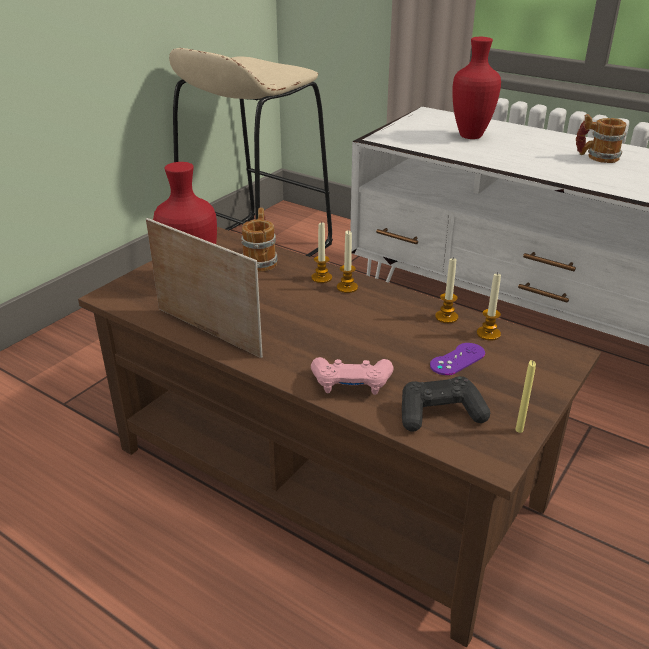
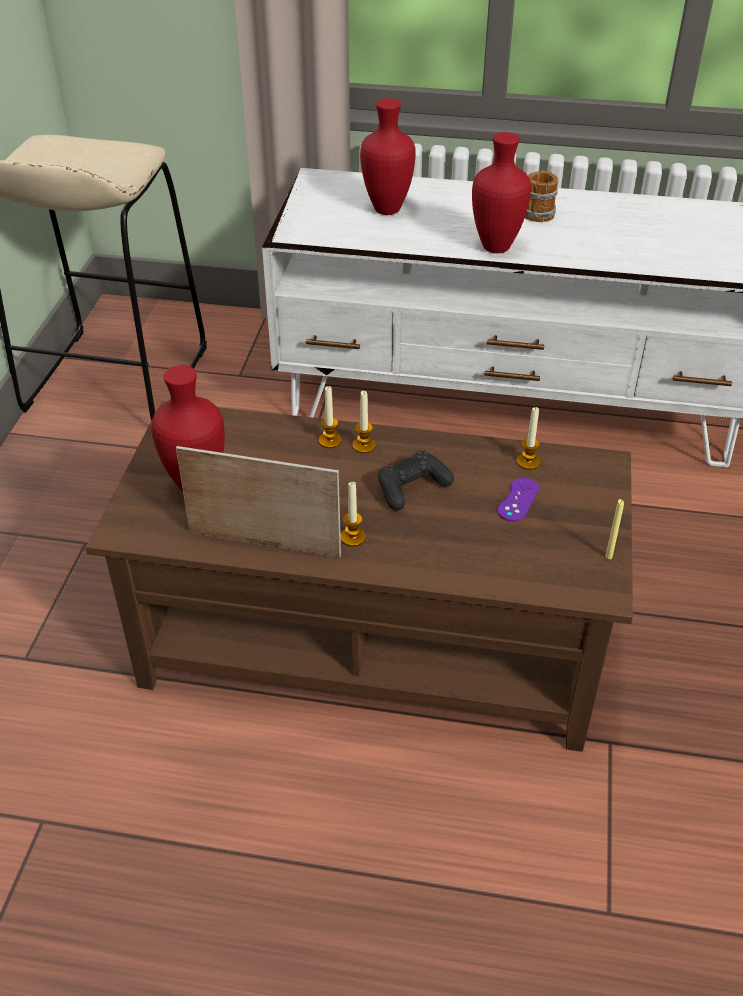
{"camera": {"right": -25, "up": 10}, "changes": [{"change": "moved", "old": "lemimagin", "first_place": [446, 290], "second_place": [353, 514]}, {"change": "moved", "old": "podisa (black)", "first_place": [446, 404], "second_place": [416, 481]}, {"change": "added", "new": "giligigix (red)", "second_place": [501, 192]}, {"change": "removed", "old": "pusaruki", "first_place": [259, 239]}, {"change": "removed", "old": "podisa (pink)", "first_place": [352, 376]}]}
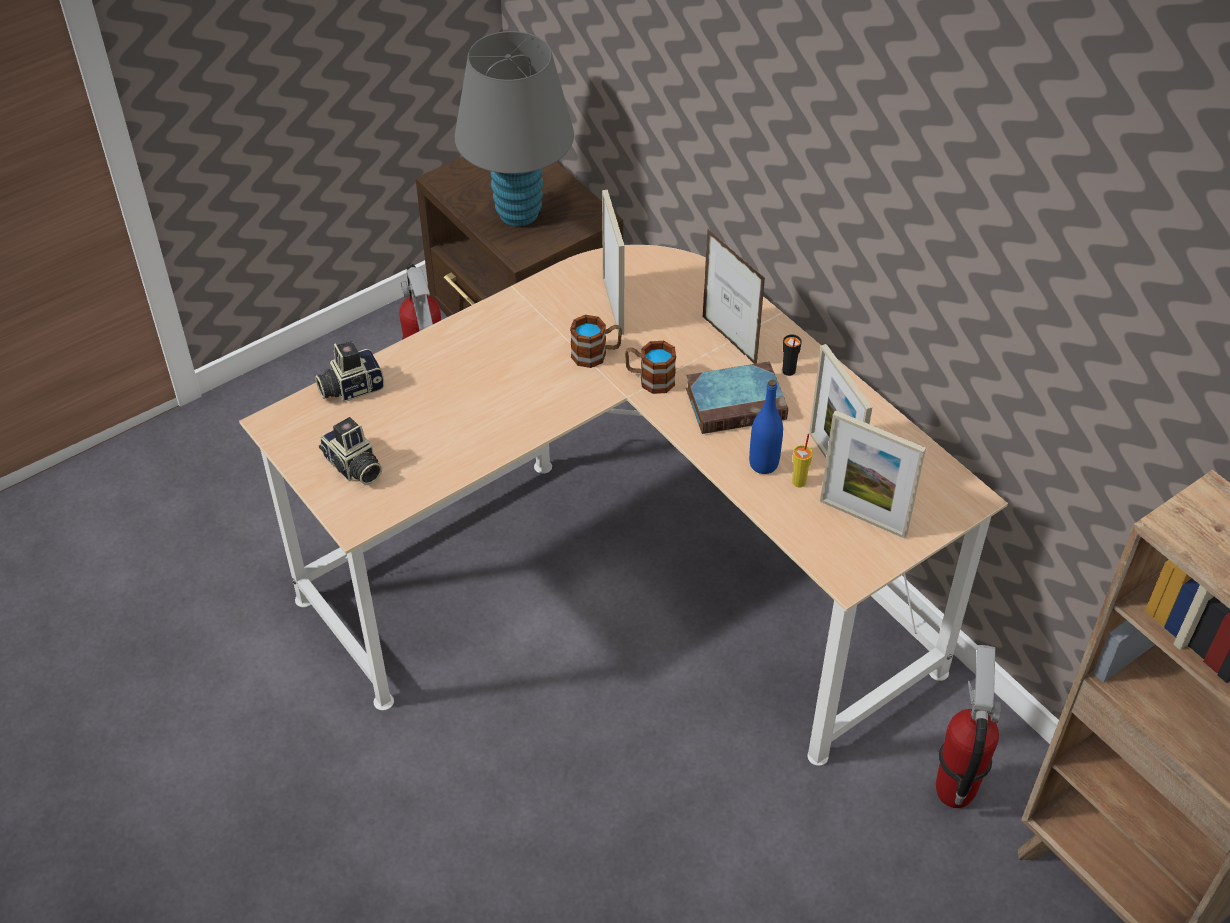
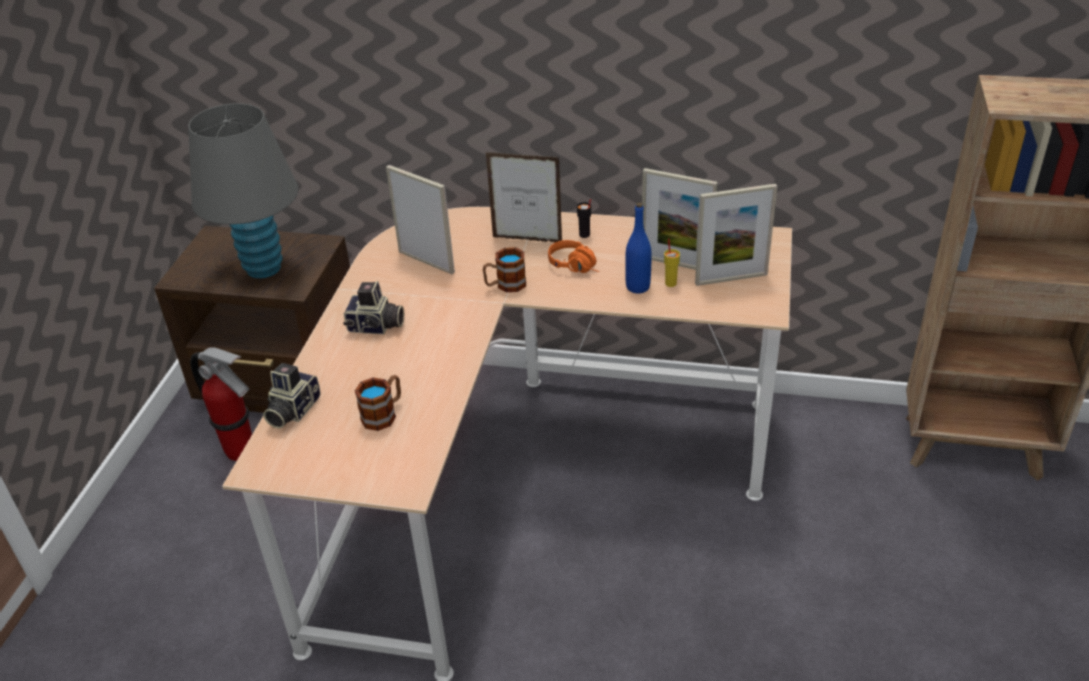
{"camera": {"right": -40, "up": -10}, "changes": [{"change": "moved", "old": "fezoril", "first_place": [350, 451], "second_place": [373, 307]}, {"change": "moved", "old": "pusaruki", "first_place": [596, 341], "second_place": [378, 403]}, {"change": "replaced", "old": "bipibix", "new": "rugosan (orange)", "first_place": [737, 397], "second_place": [573, 256]}, {"change": "removed", "old": "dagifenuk", "first_place": [968, 726]}]}
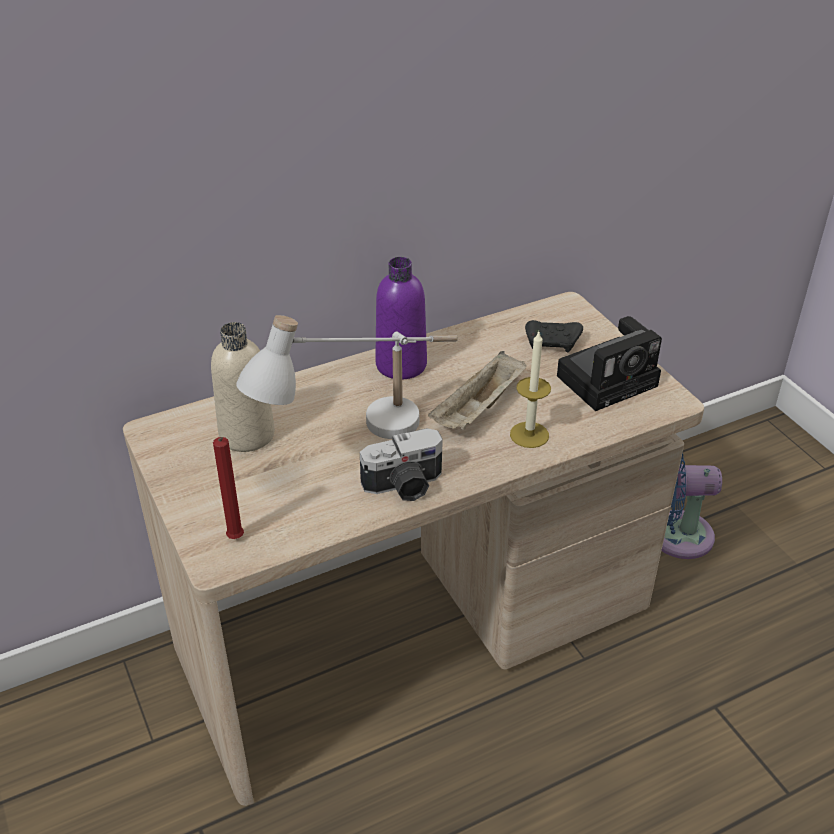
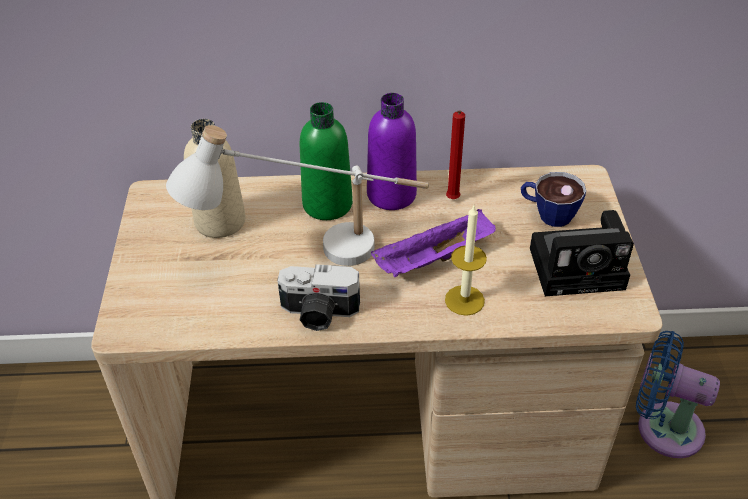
{"camera": {"right": 25, "up": 5}, "changes": [{"change": "added", "new": "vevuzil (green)", "second_place": [326, 161]}, {"change": "recoloured", "old": "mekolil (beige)", "new": "mekolil (purple)", "first_place": [477, 390], "second_place": [433, 243]}, {"change": "moved", "old": "lemimagin (red)", "first_place": [228, 488], "second_place": [455, 154]}, {"change": "replaced", "old": "podisa (black)", "new": "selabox", "first_place": [554, 336], "second_place": [553, 199]}]}
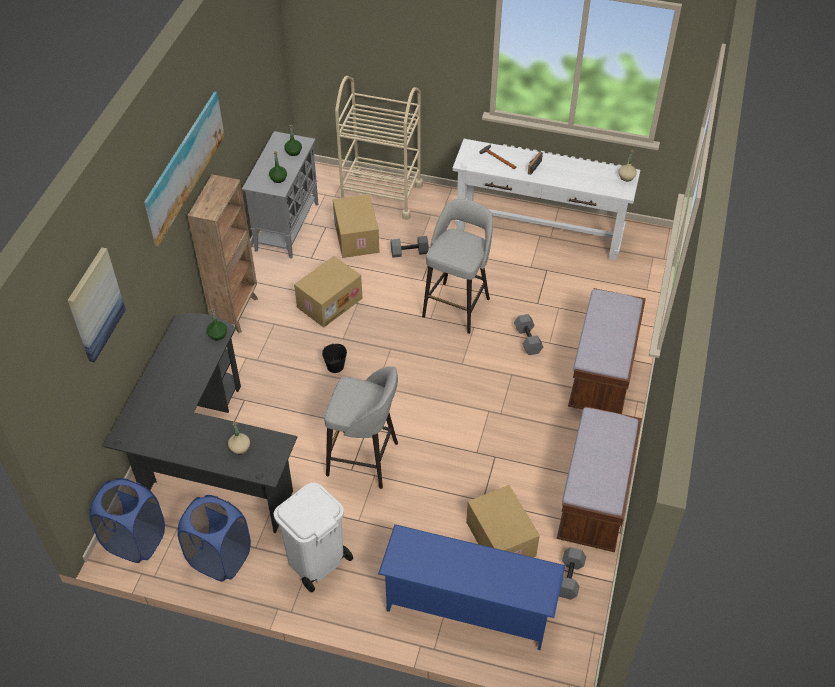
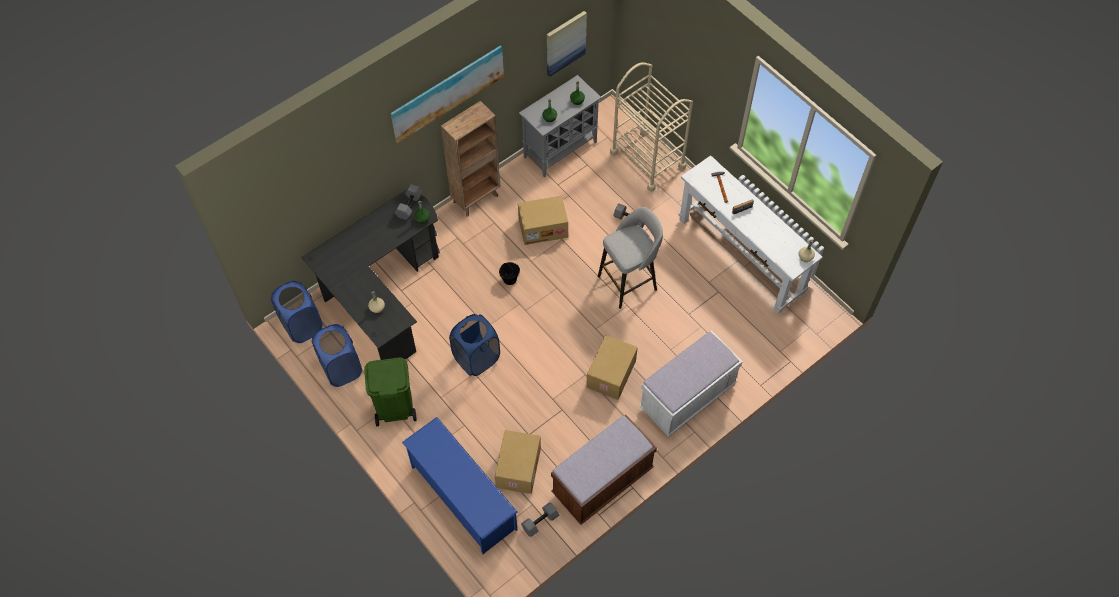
{"camera": {"right": 35, "up": 10}, "changes": [{"change": "recoloured", "old": "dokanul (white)", "new": "dokanul (green)", "first_place": [313, 537], "second_place": [390, 391]}, {"change": "moved", "old": "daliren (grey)", "first_place": [528, 334], "second_place": [408, 202]}, {"change": "replaced", "old": "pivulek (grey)", "new": "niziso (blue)", "first_place": [361, 427], "second_place": [474, 345]}, {"change": "moved", "old": "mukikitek", "first_place": [96, 304], "second_place": [567, 44]}, {"change": "moved", "old": "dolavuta", "first_place": [356, 226], "second_place": [612, 367]}, {"change": "recoloured", "old": "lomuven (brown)", "new": "lomuven (white)", "first_place": [607, 351], "second_place": [691, 384]}]}
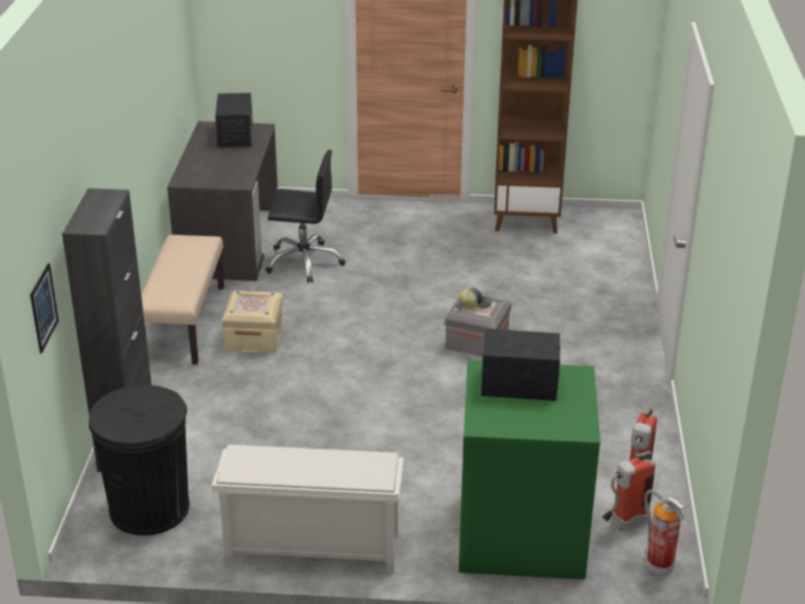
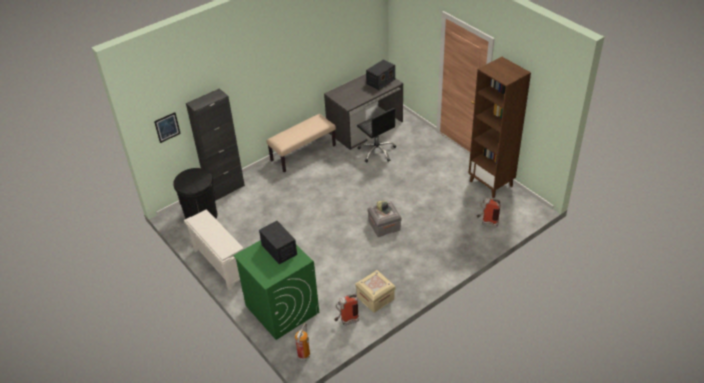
{"camera": {"right": 50, "up": 10}, "changes": [{"change": "moved", "old": "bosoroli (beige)", "first_place": [252, 321], "second_place": [375, 291]}, {"change": "moved", "old": "dagifenuk", "first_place": [628, 491], "second_place": [489, 212]}]}
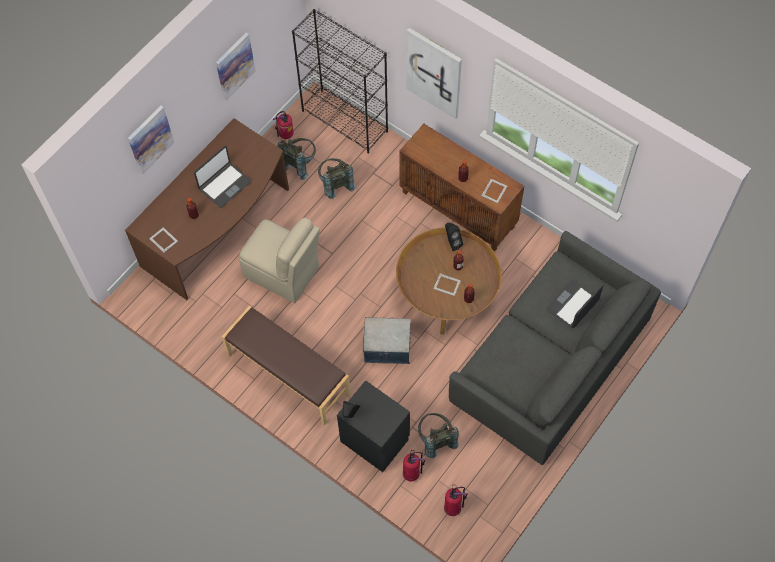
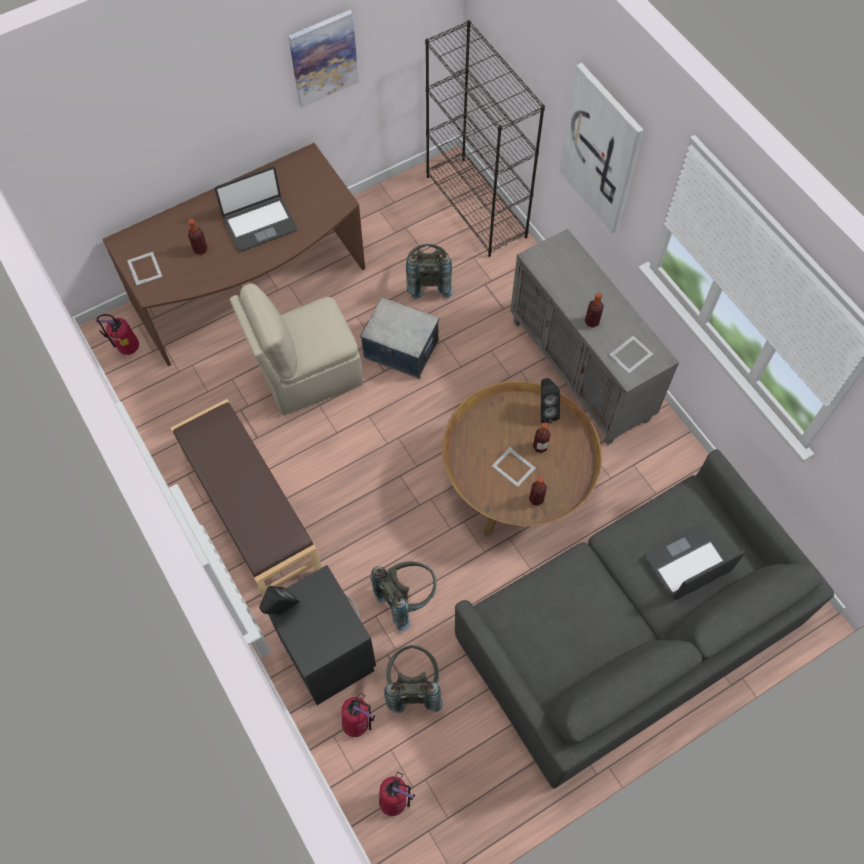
{"camera": {"right": 20, "up": 0}, "changes": [{"change": "moved", "old": "dagifenuk", "first_place": [283, 125], "second_place": [117, 334]}, {"change": "turned", "old": "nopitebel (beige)", "first_place": [279, 260], "second_place": [296, 349], "degrees": 105}, {"change": "moved", "old": "bosoroli", "first_place": [387, 340], "second_place": [399, 337]}, {"change": "moved", "old": "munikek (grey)", "first_place": [296, 159], "second_place": [403, 596]}, {"change": "recoloured", "old": "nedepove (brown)", "new": "nedepove (grey)", "first_place": [461, 188], "second_place": [594, 337]}, {"change": "removed", "old": "mukikitek", "first_place": [151, 139]}]}
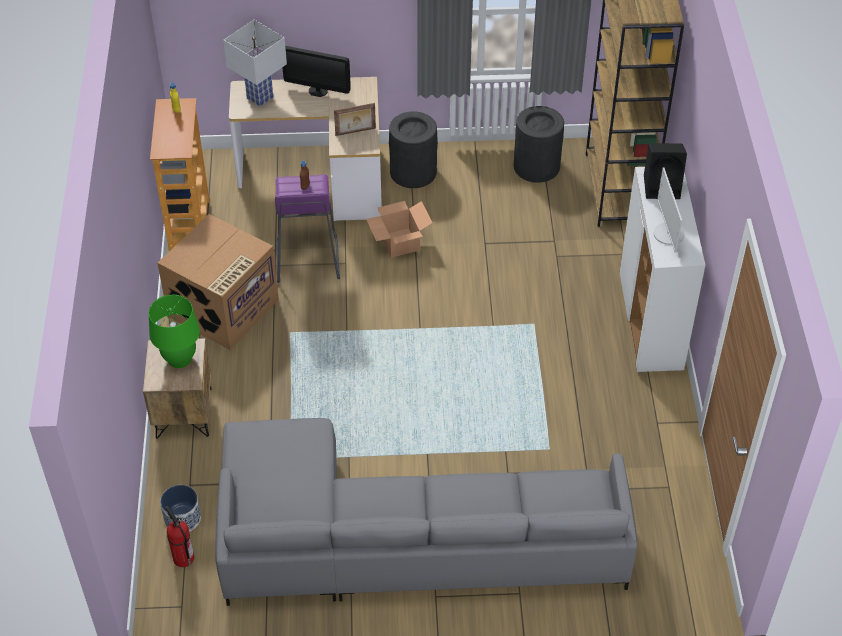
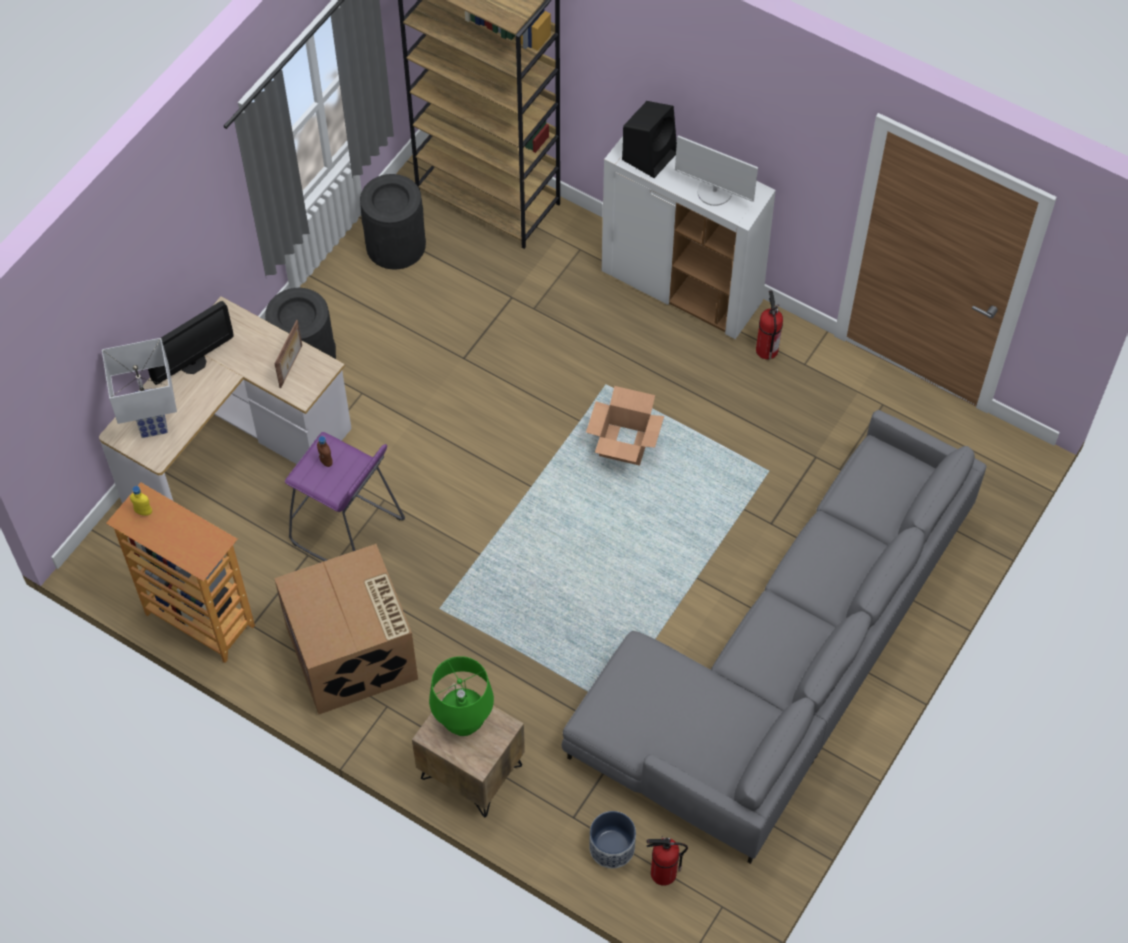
{"camera": {"right": -55, "up": 10}, "changes": [{"change": "moved", "old": "dolavuta", "first_place": [399, 229], "second_place": [625, 425]}, {"change": "added", "new": "dagifenuk", "second_place": [769, 325]}]}
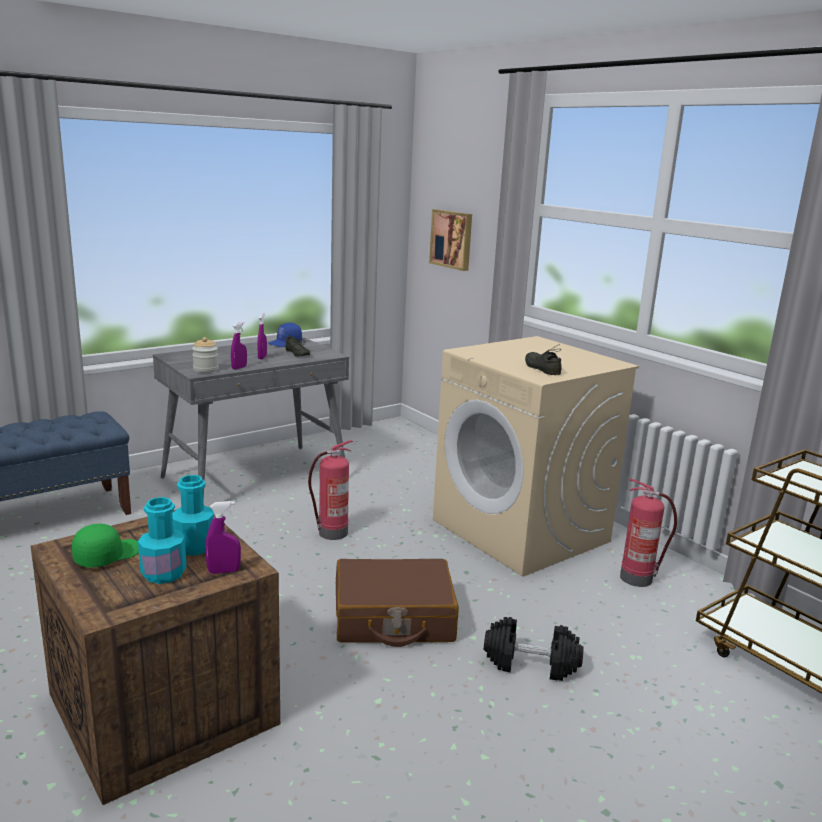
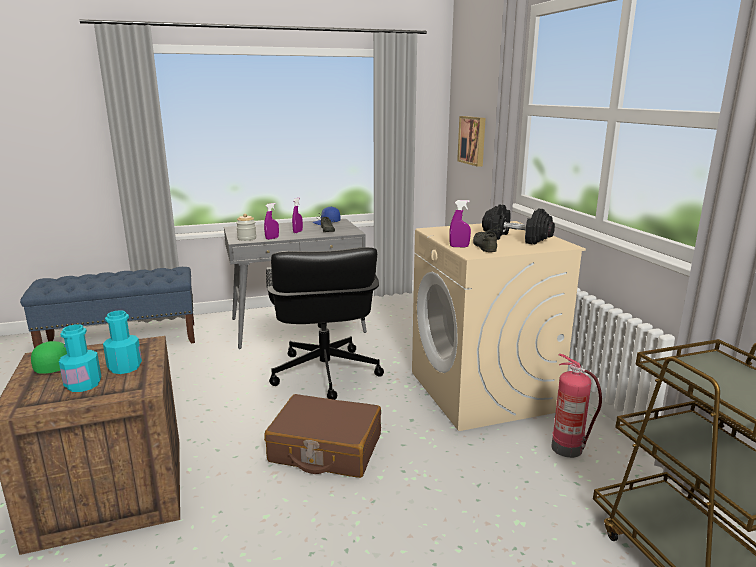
{"camera": {"right": 20, "up": 0}, "changes": [{"change": "replaced", "old": "dagifenuk", "new": "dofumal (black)", "first_place": [330, 490], "second_place": [325, 323]}, {"change": "moved", "old": "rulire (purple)", "first_place": [223, 537], "second_place": [460, 223]}, {"change": "moved", "old": "daliren (black)", "first_place": [534, 649], "second_place": [518, 224]}]}
